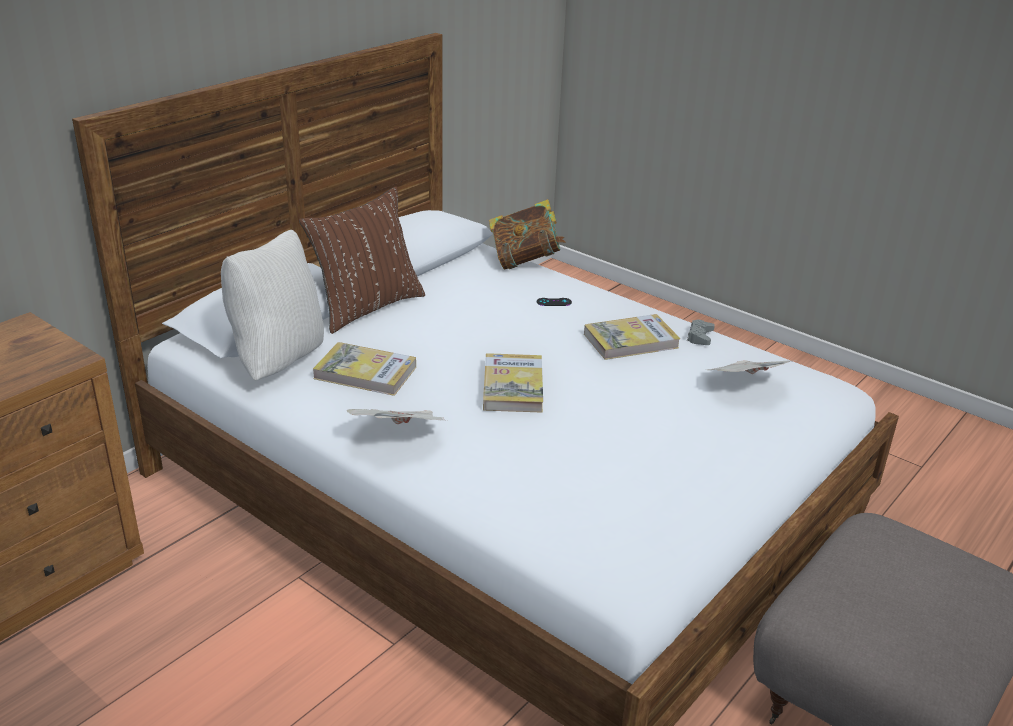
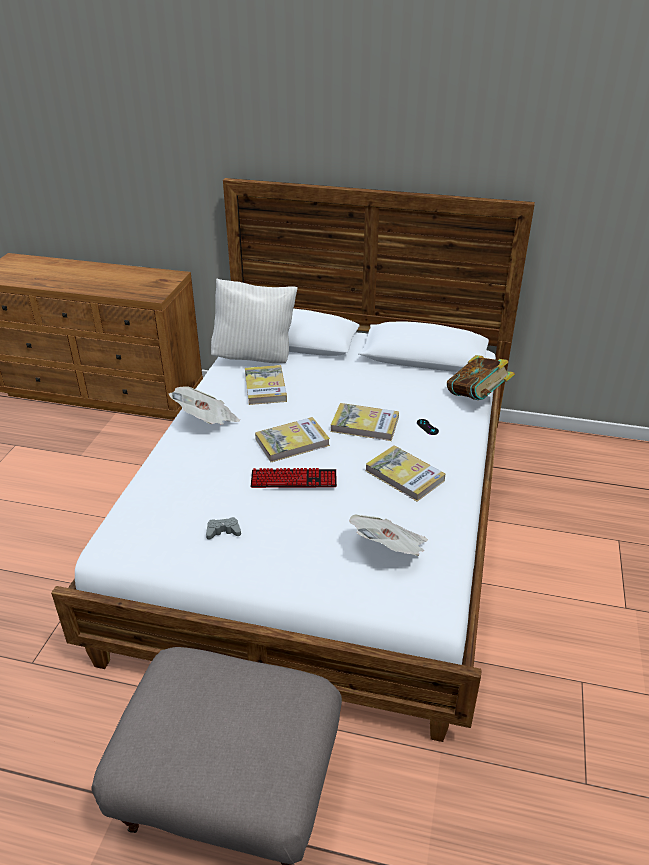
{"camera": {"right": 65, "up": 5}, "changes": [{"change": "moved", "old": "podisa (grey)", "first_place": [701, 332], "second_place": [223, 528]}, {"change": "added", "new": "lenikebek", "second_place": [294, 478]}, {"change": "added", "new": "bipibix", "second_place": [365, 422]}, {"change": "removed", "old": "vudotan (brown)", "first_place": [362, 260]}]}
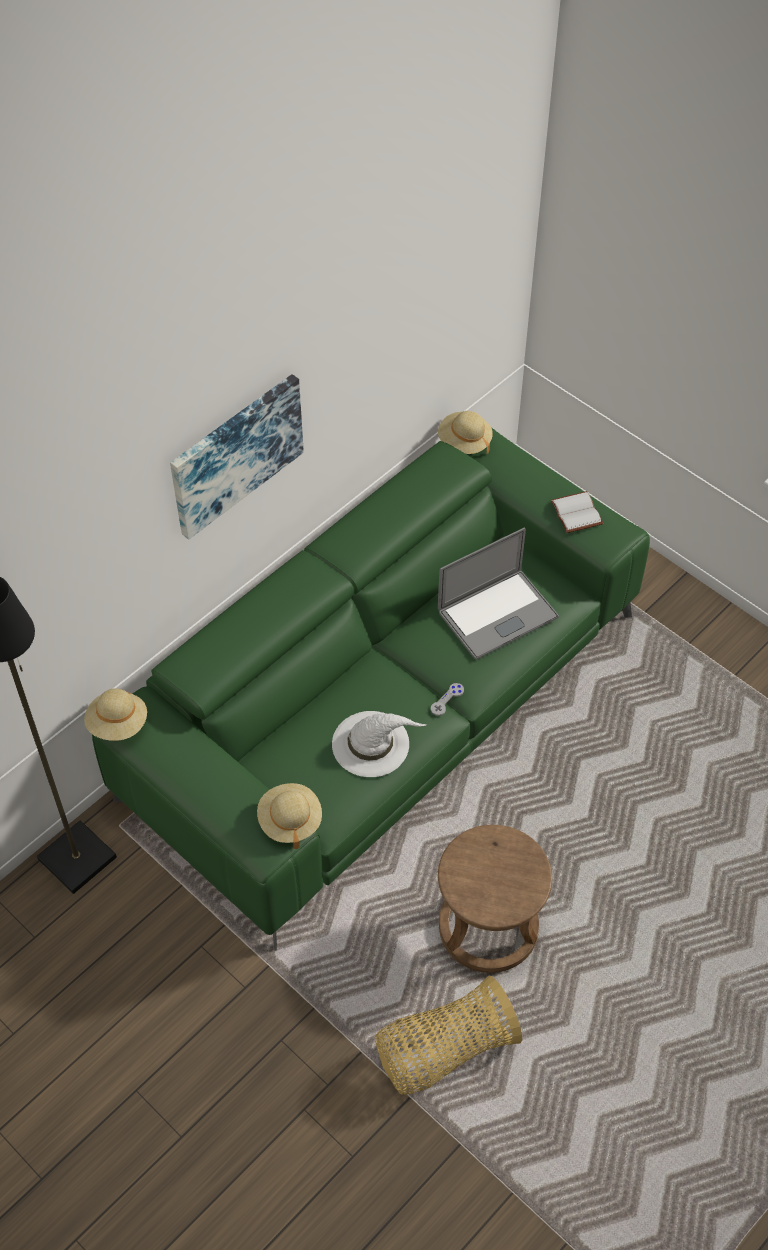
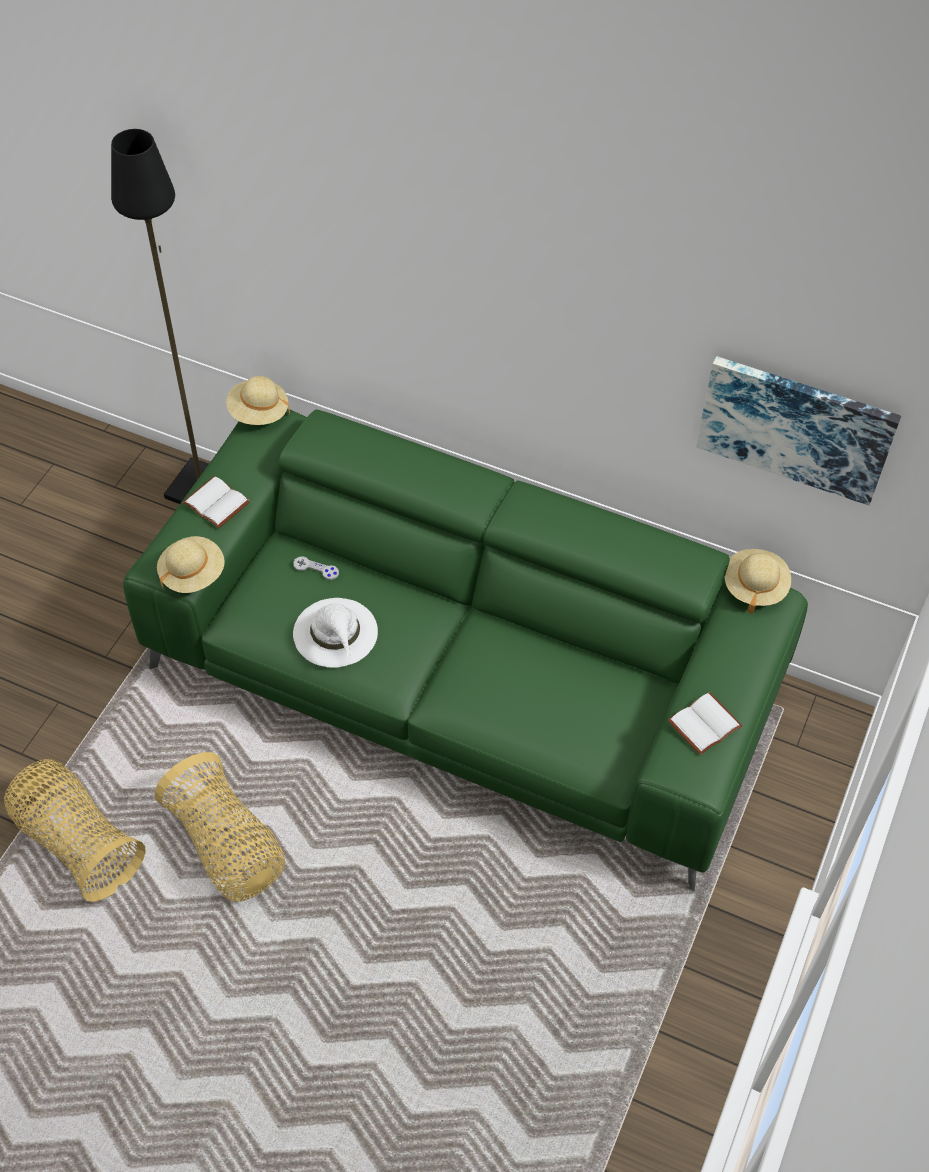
{"camera": {"right": 70, "up": 0}, "changes": [{"change": "replaced", "old": "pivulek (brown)", "new": "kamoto", "first_place": [495, 899], "second_place": [220, 827]}, {"change": "added", "new": "bipibix (white)", "second_place": [216, 502]}, {"change": "moved", "old": "podisa (grey)", "first_place": [447, 699], "second_place": [316, 568]}, {"change": "moved", "old": "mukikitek", "first_place": [237, 457], "second_place": [798, 431]}, {"change": "removed", "old": "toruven", "first_place": [498, 593]}]}
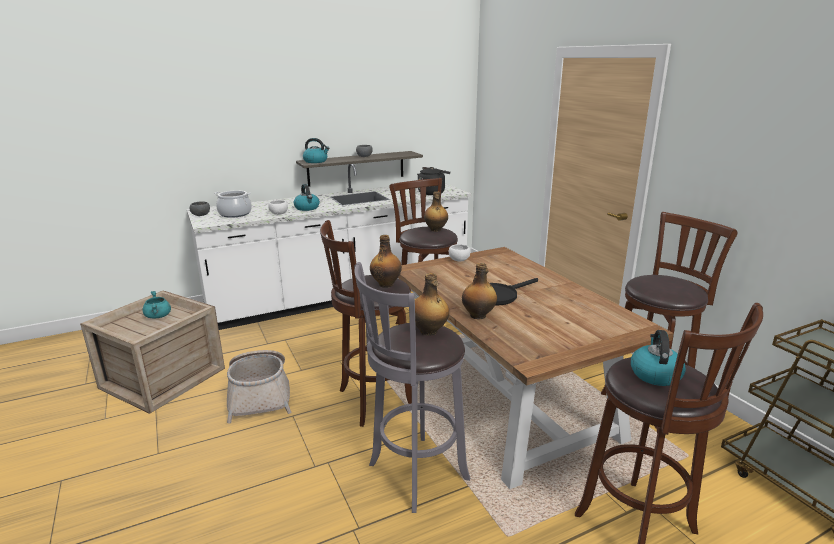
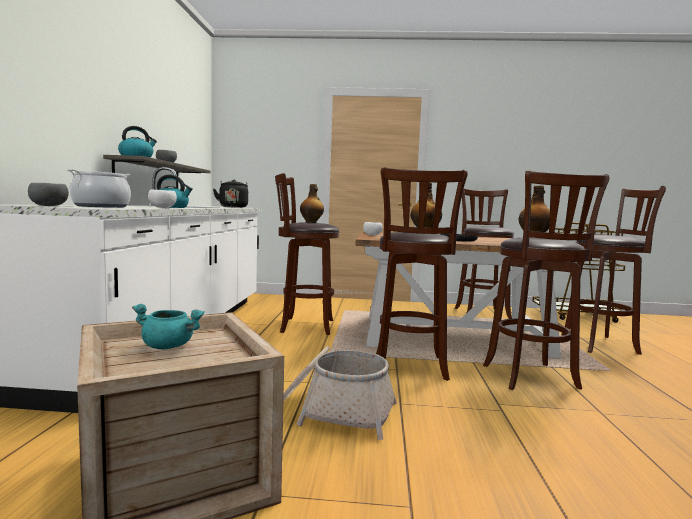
{"camera": {"right": -60, "up": -15}, "changes": [{"change": "recoloured", "old": "pivulek (grey)", "new": "pivulek (brown)", "first_place": [412, 387], "second_place": [546, 280]}, {"change": "removed", "old": "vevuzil", "first_place": [479, 291]}, {"change": "removed", "old": "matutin", "first_place": [658, 358]}]}
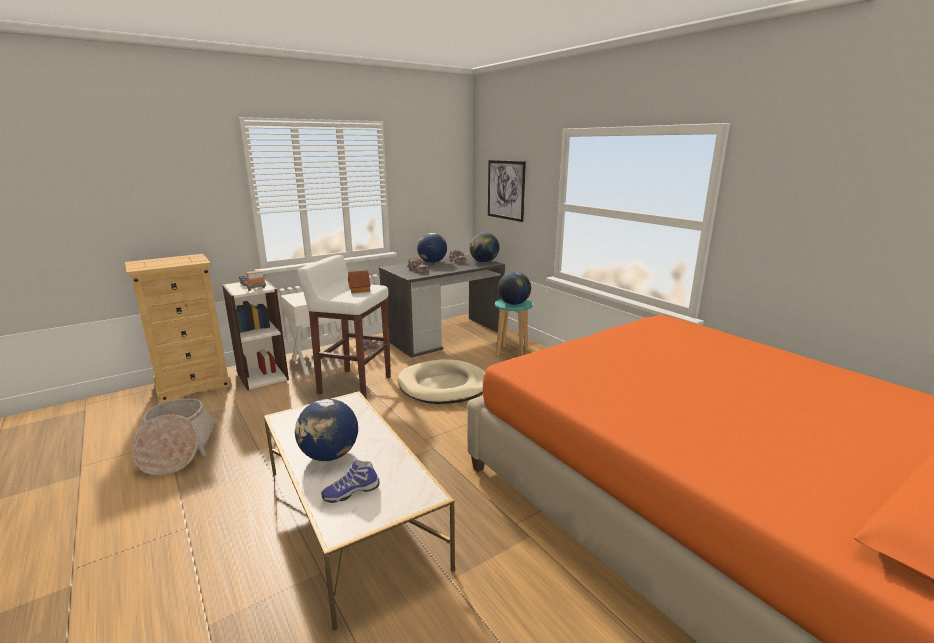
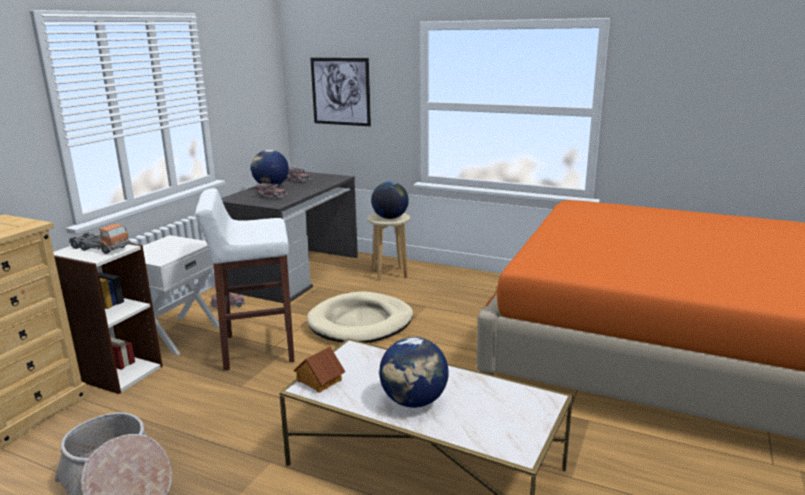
{"camera": {"right": -30, "up": 0}, "changes": [{"change": "moved", "old": "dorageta", "first_place": [359, 281], "second_place": [319, 369]}, {"change": "recoloured", "old": "pivulek (turquoise)", "new": "pivulek (beige)", "first_place": [514, 328], "second_place": [388, 247]}, {"change": "removed", "old": "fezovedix", "first_place": [350, 481]}, {"change": "removed", "old": "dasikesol", "first_place": [484, 247]}]}
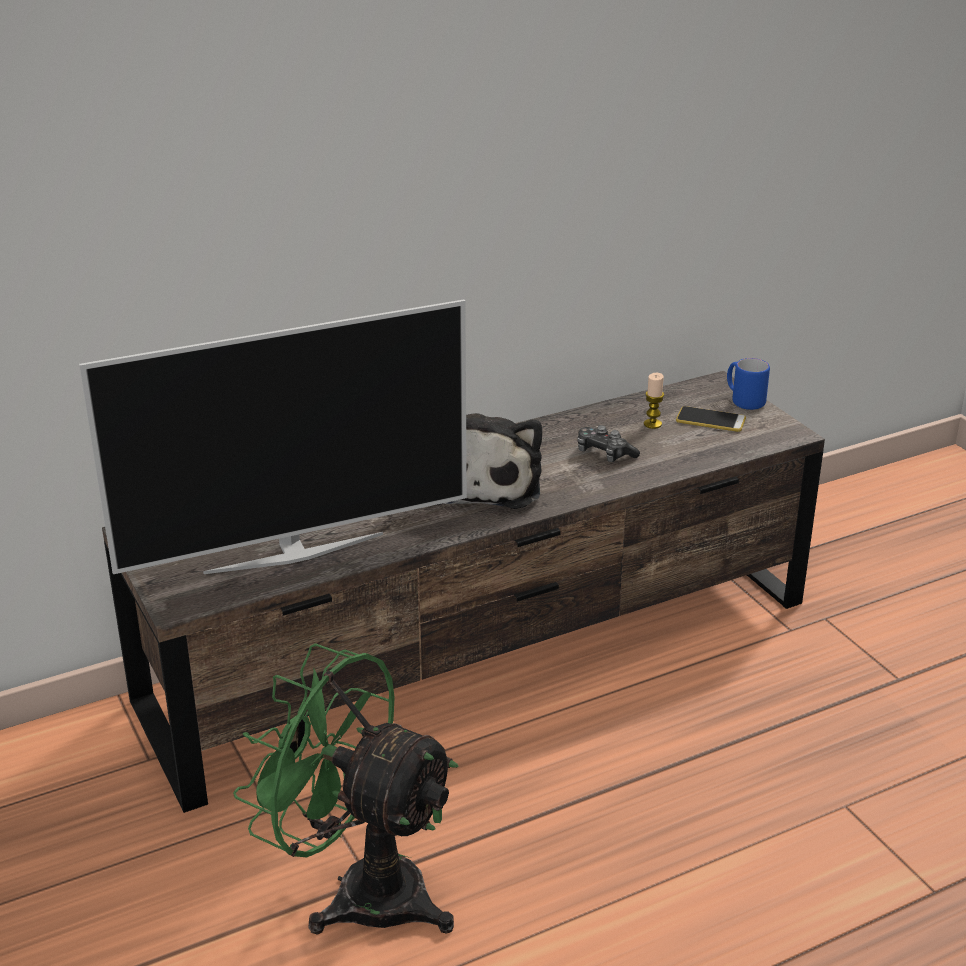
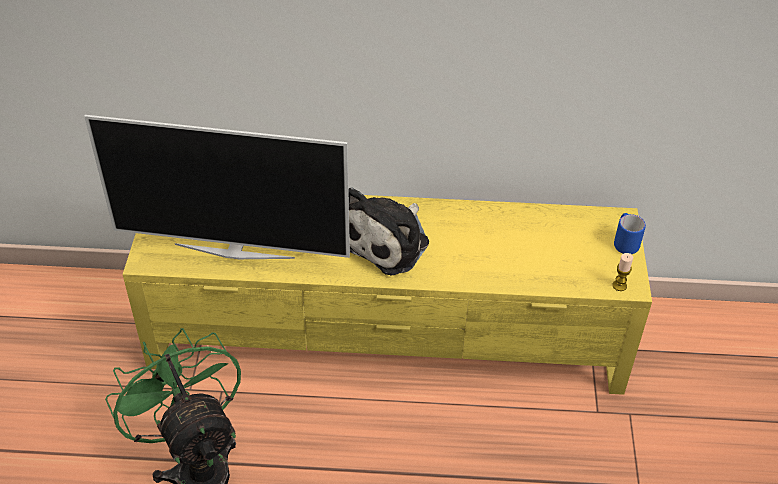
{"camera": {"right": 30, "up": 15}, "changes": [{"change": "recoloured", "old": "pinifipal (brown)", "new": "pinifipal (yellow)", "first_place": [463, 592], "second_place": [387, 295]}, {"change": "moved", "old": "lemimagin", "first_place": [654, 401], "second_place": [622, 272]}, {"change": "removed", "old": "podisa", "first_place": [609, 443]}, {"change": "removed", "old": "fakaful", "first_place": [711, 419]}]}
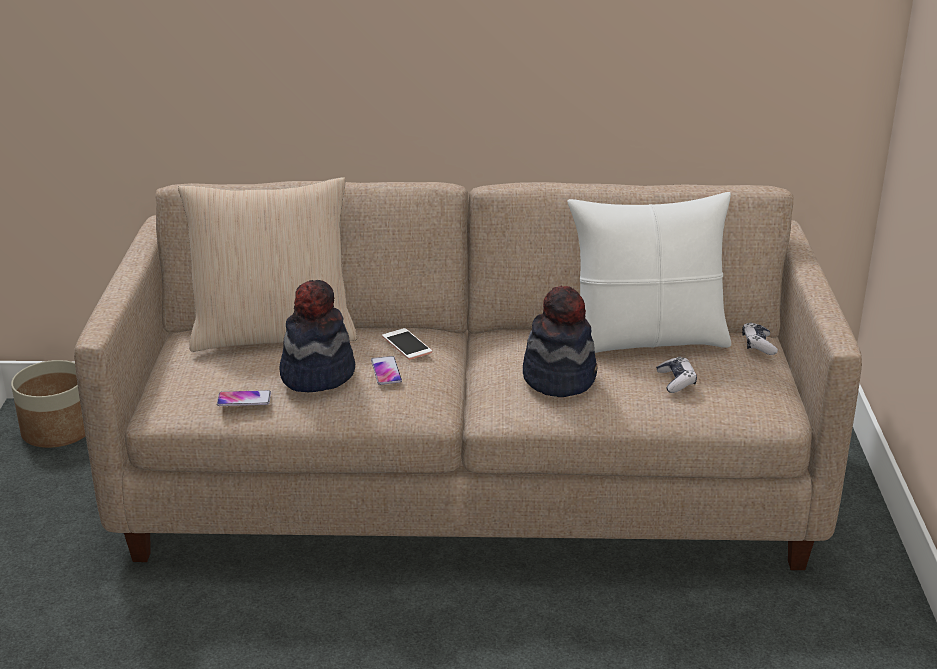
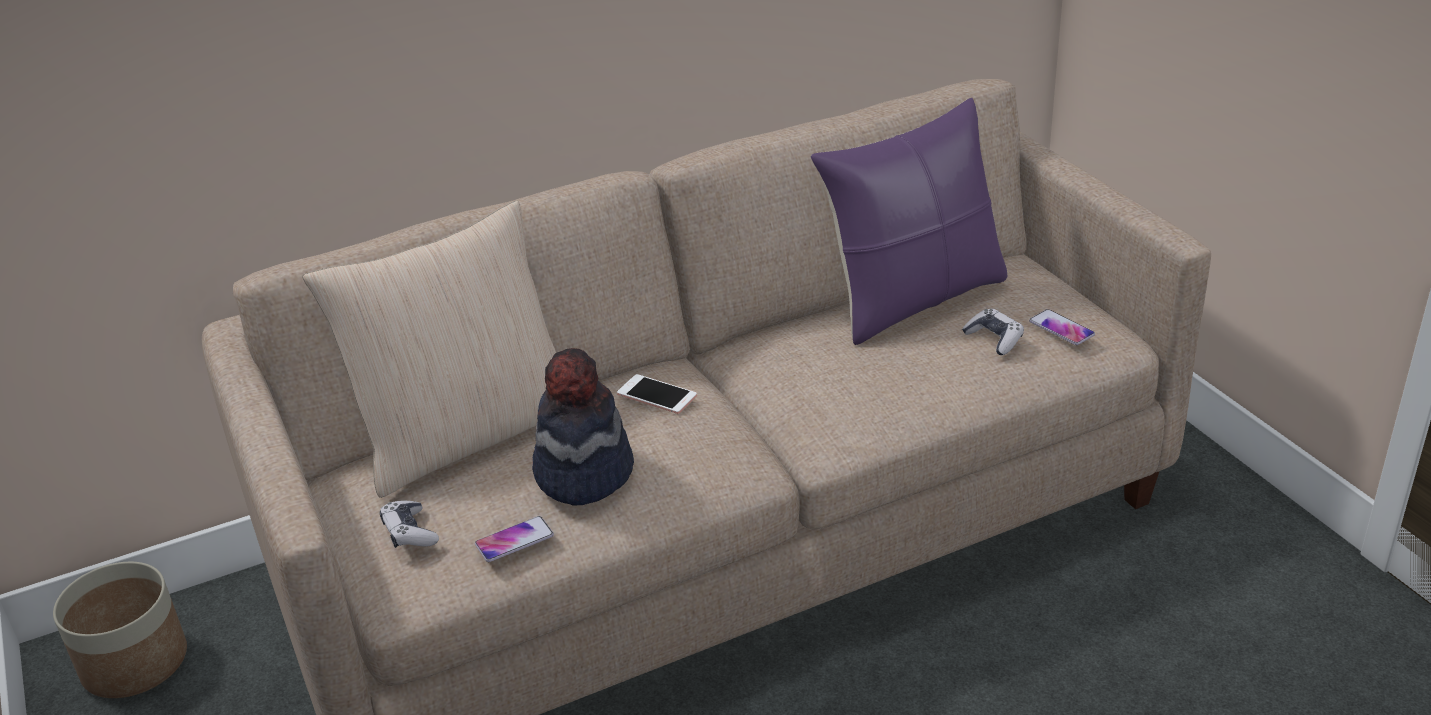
{"camera": {"right": -25, "up": 5}, "changes": [{"change": "moved", "old": "podisa", "first_place": [760, 339], "second_place": [409, 524]}, {"change": "recoloured", "old": "vudotan (white)", "new": "vudotan (purple)", "first_place": [649, 272], "second_place": [909, 221]}, {"change": "moved", "old": "fakaful", "first_place": [386, 370], "second_place": [1062, 327]}, {"change": "removed", "old": "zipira", "first_place": [560, 341]}]}
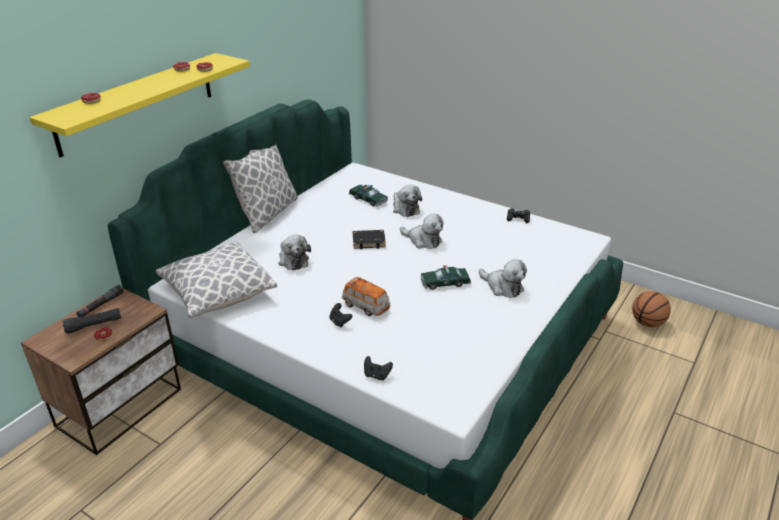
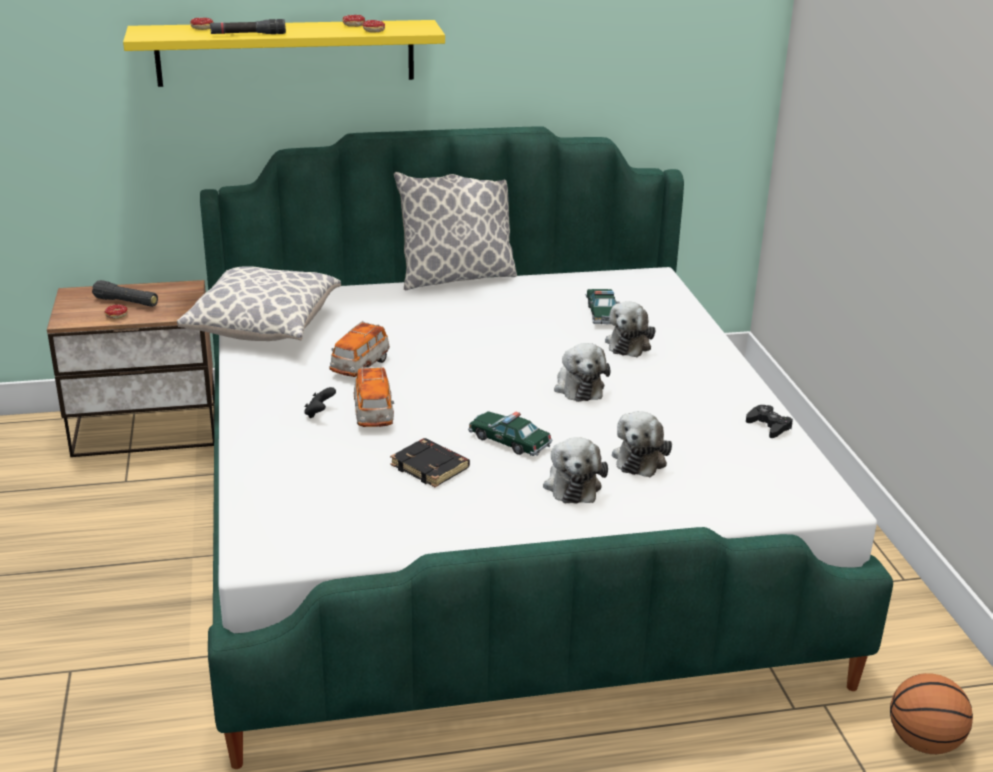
{"camera": {"right": 45, "up": -5}, "changes": [{"change": "moved", "old": "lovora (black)", "first_place": [100, 301], "second_place": [248, 26]}, {"change": "added", "new": "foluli", "second_place": [359, 349]}, {"change": "moved", "old": "bipibix (black)", "first_place": [369, 239], "second_place": [430, 462]}, {"change": "moved", "old": "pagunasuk", "first_place": [294, 253], "second_place": [642, 444]}, {"change": "removed", "old": "podisa (black)", "first_place": [378, 368]}]}
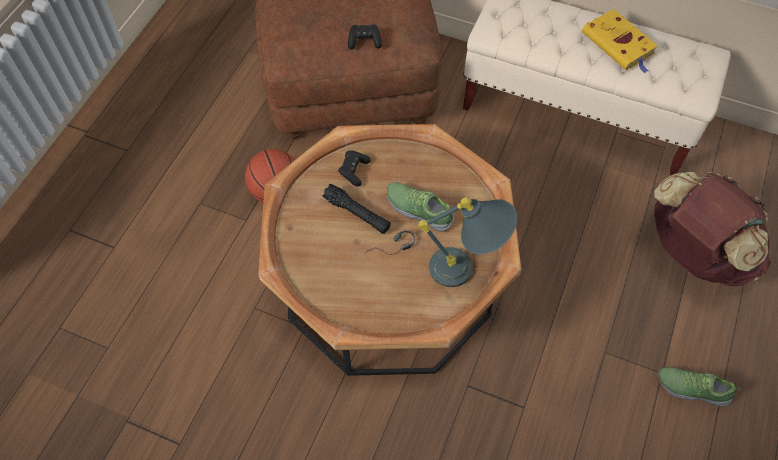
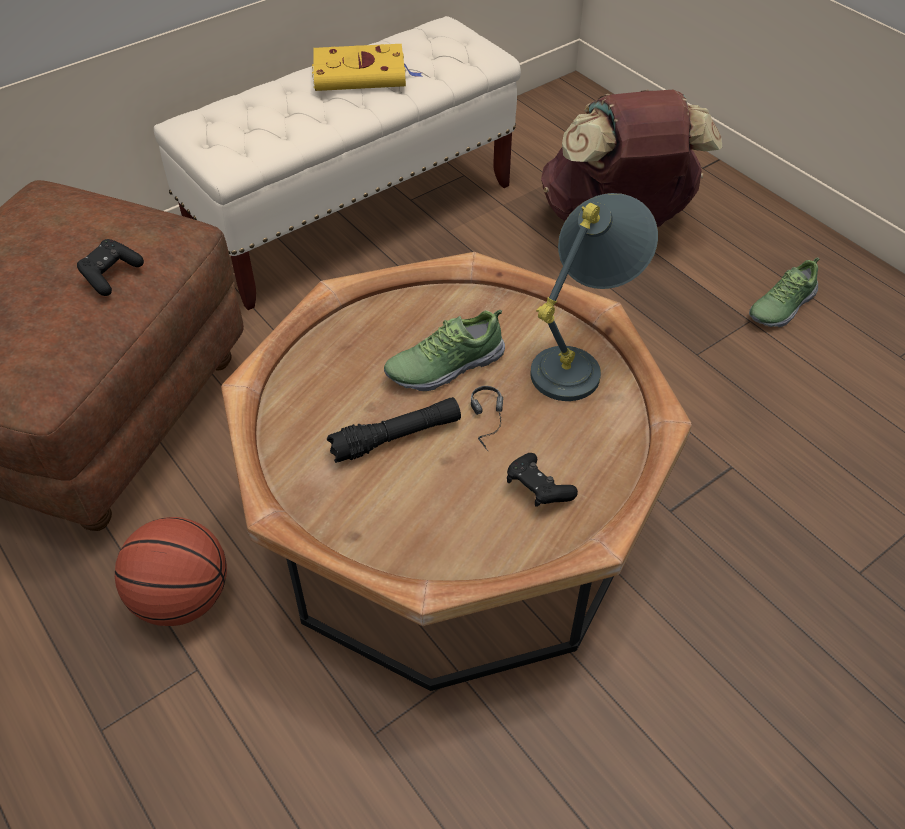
{"camera": {"right": -60, "up": -10}, "changes": [{"change": "moved", "old": "podisa (black)", "first_place": [354, 168], "second_place": [542, 480]}]}
